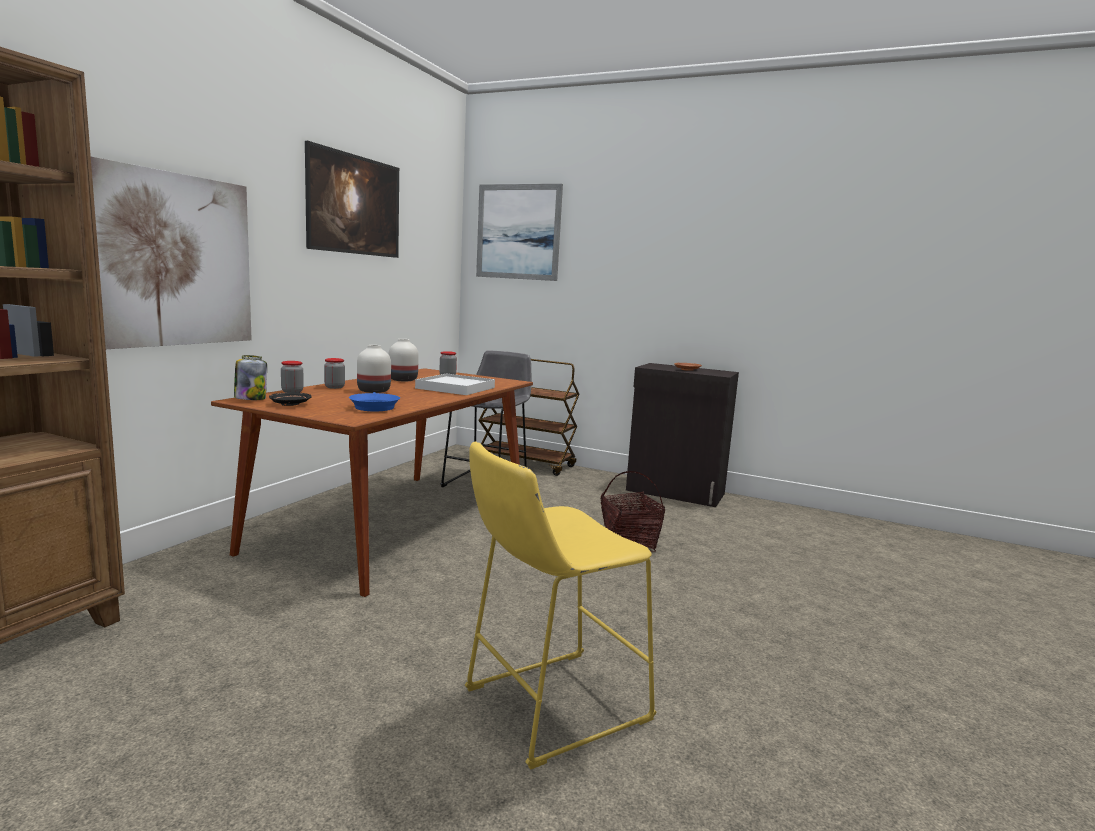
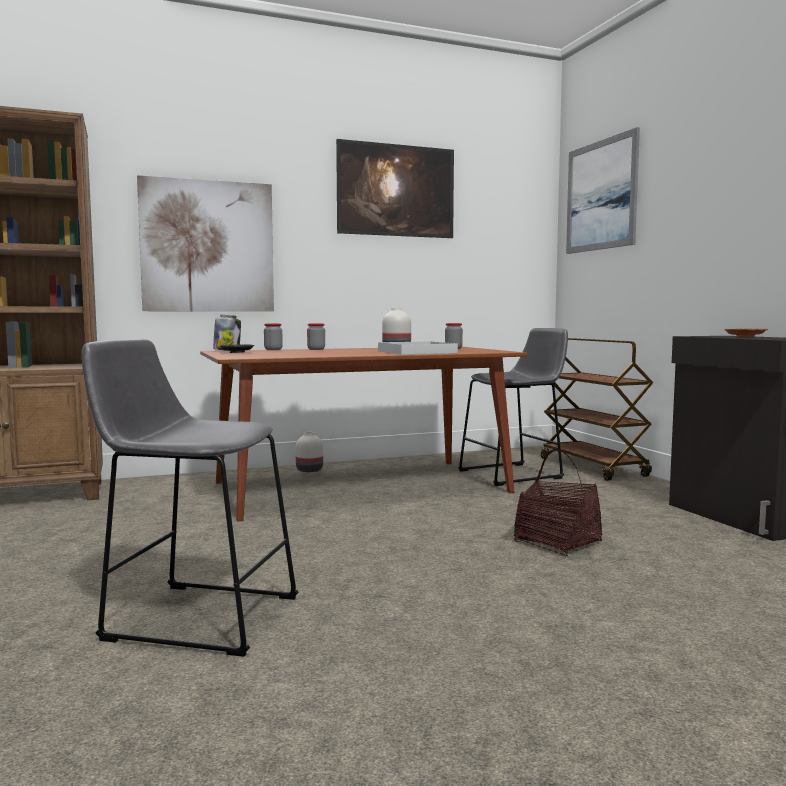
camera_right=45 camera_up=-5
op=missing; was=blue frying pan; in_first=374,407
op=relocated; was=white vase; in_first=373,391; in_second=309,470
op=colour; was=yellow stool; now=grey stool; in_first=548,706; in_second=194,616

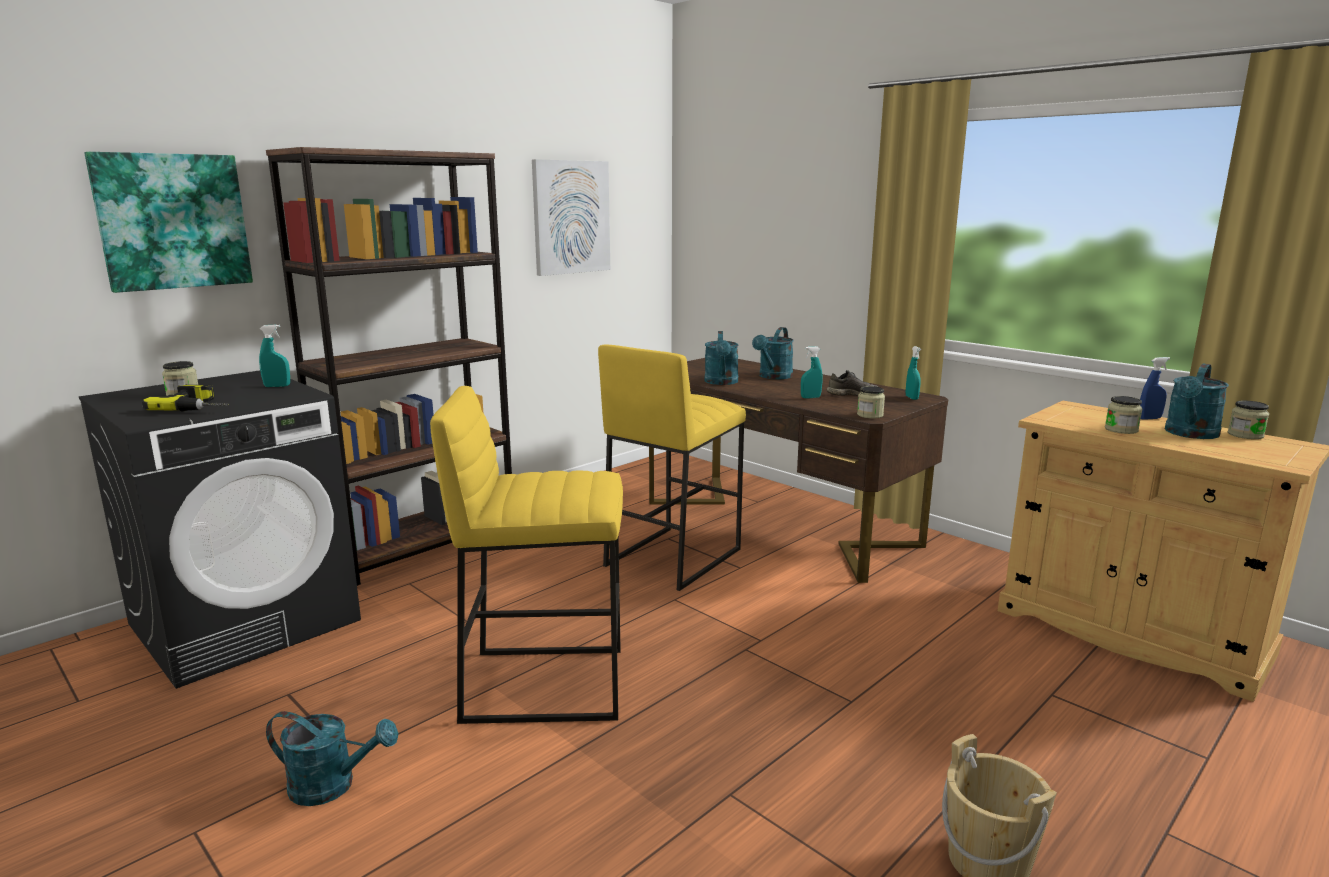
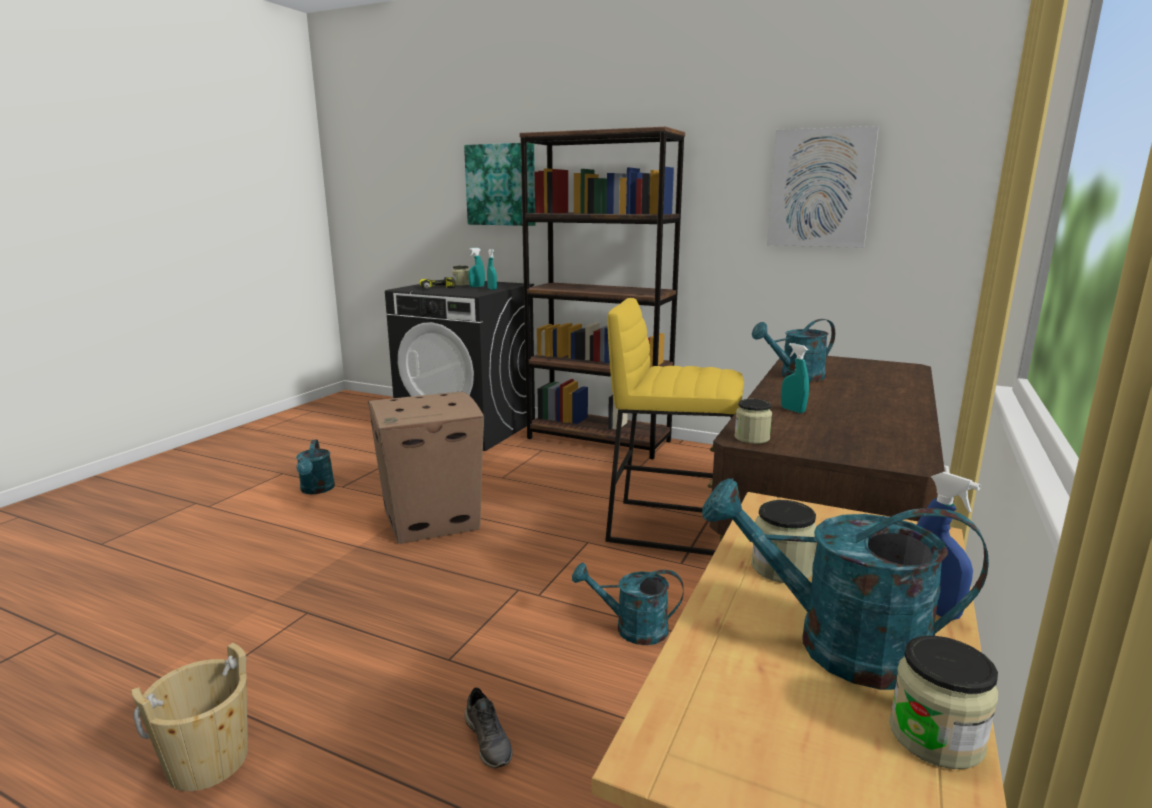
camera_right=70 camera_up=0
op=relocated; was=turquoise watering can; in_first=773,377; in_second=631,629
op=relocated; was=grey shoe; in_first=852,394; in_second=489,740
op=relocated; was=turquoise spray bottle; in_first=911,398; in_second=477,287
op=exchanged; was=yellow stool; now=cardboard box; in_first=545,683; in_second=432,519

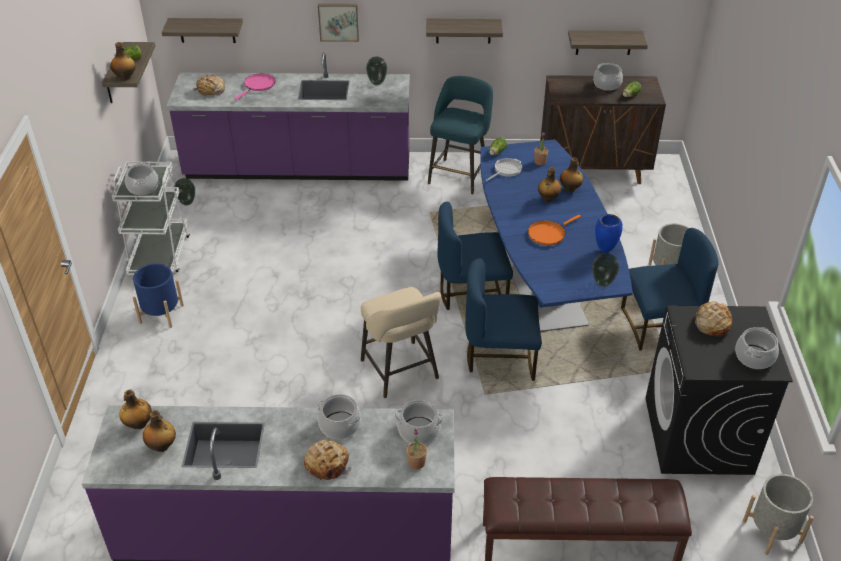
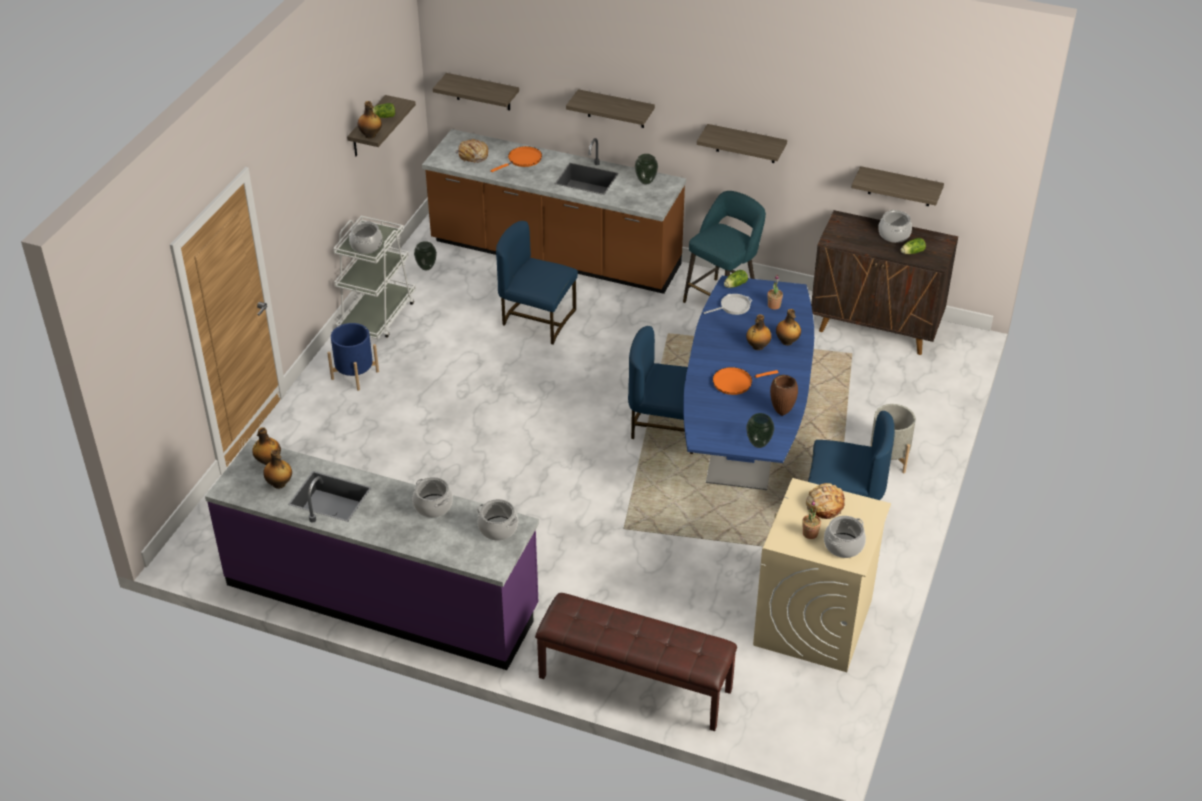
camera_right=20 camera_up=0
op=missing; was=bread; in_first=327,464
op=missing; was=beige stool; in_first=401,372
op=missing; was=grey planter; in_first=772,531
op=relocated; was=potted plant; in_first=416,462; in_second=810,533
op=relocated; was=blue chair; in_first=500,357; in_second=537,320
op=exchanged; was=picture; now=shelf; in_first=338,21; in_second=616,109
op=colour; was=purple counter; now=brown counter; in_first=298,169; in_second=555,256
op=colour; was=pink frying pan; now=orange frying pan; in_first=258,85; in_second=523,160
op=colour; was=blue vase; now=brown vase; in_first=604,251; in_second=781,413
op=colour; was=black washing machine; now=beige washing machine; in_first=698,436; in_second=813,623

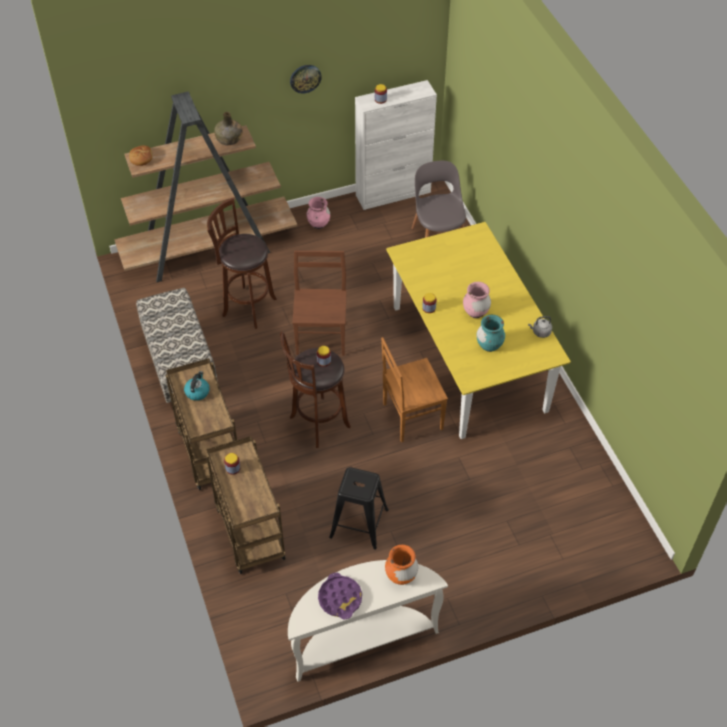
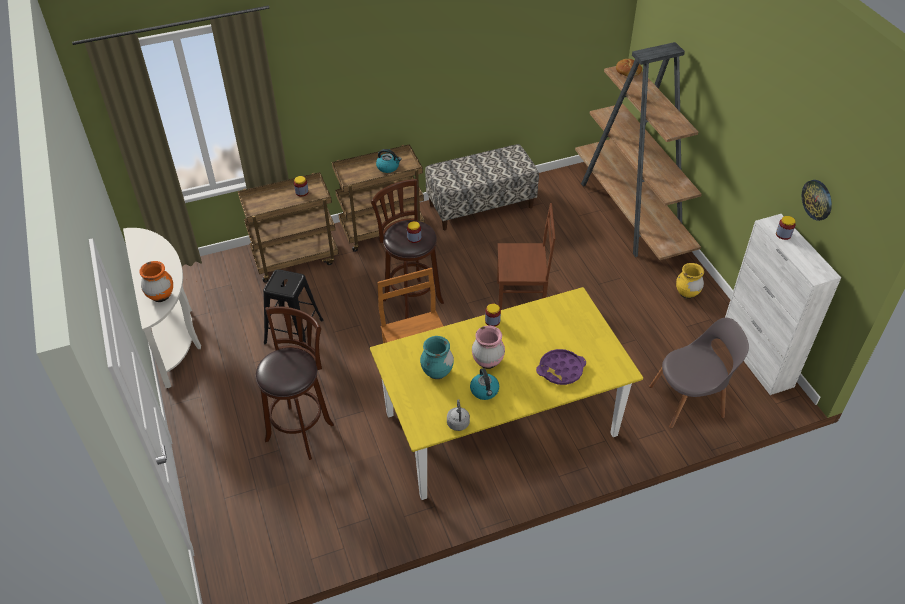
camera_right=90 camera_up=-5
op=missing; was=green bottle; in_first=229,139
op=appeared; now=kettle; in_second=484,391
op=relocated; was=brown stool; in_first=246,306; in_second=301,429
op=relocated; was=wall clock; in_first=305,78; in_second=817,199
op=relocated; was=purple tray; in_first=340,598; in_second=560,370
op=colour; was=pink vase; now=yellow vase; in_first=318,224; in_second=687,293

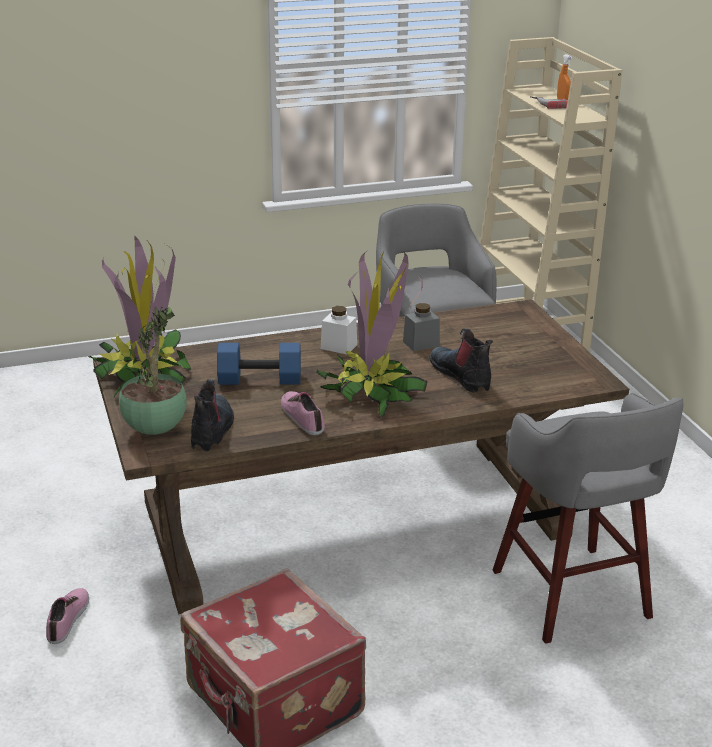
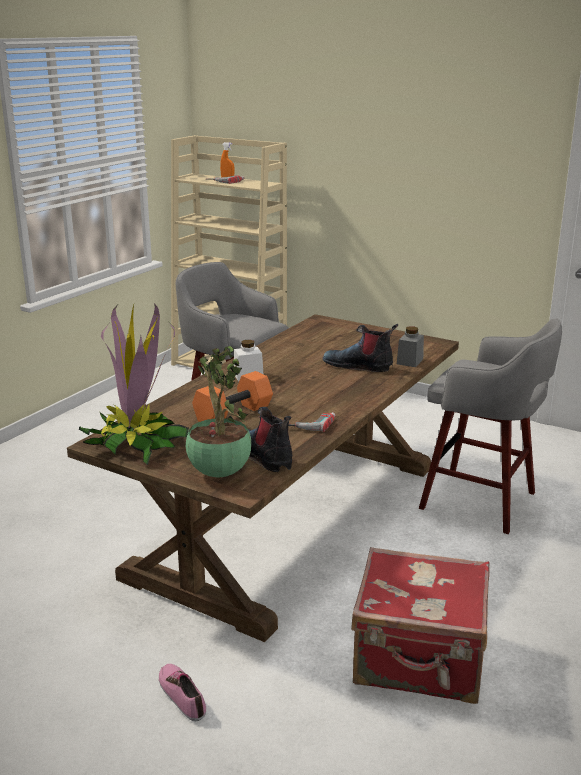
camera_right=-40 camera_up=-5
op=missing; was=potted plant; in_first=371,390
op=relocated; was=grey jar; in_first=421,343; in_second=410,361
op=exchanged; was=shoe; now=power drill; in_first=303,417; in_second=309,424
op=colour; was=blue dumbbell; now=orange dumbbell; in_first=260,379; in_second=233,413

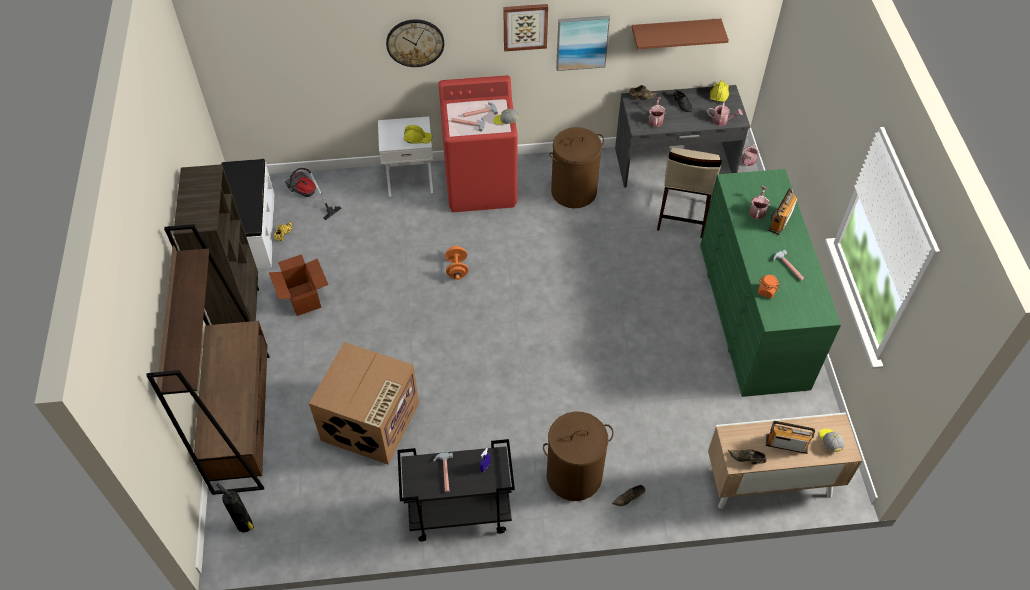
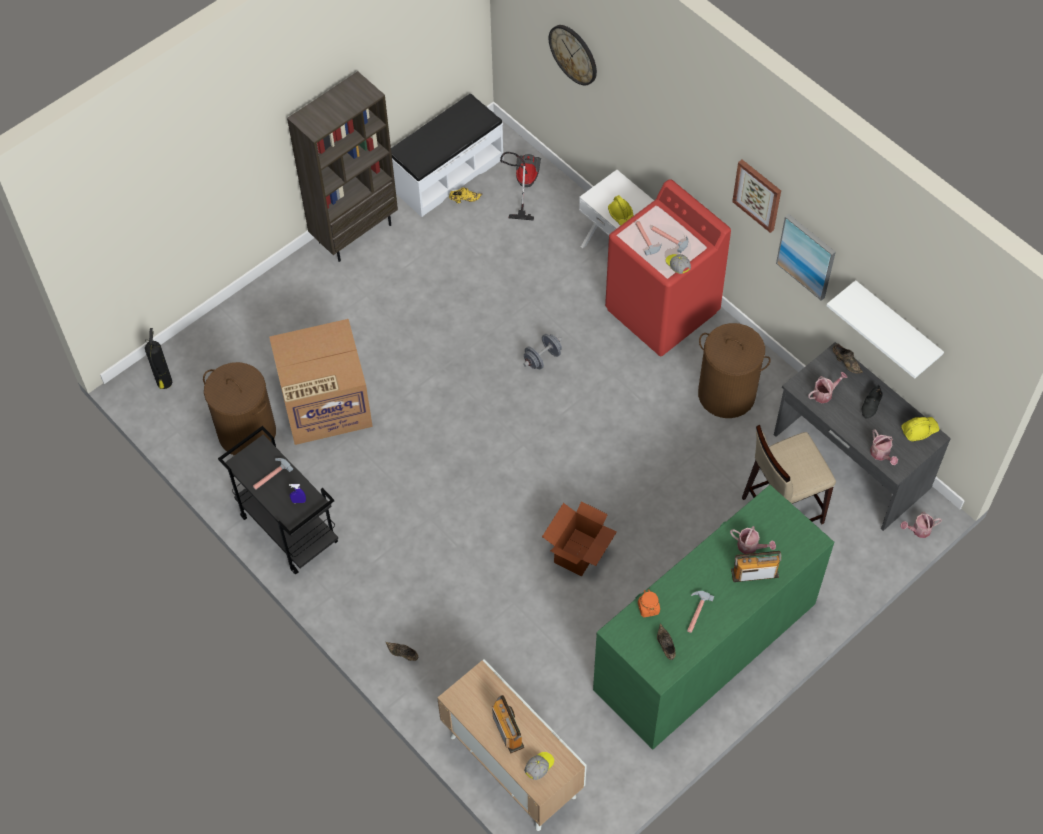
camera_right=55 camera_up=5
op=missing; was=brown bookcase; in_first=242,421
op=relocated; was=cardboard box; in_first=304,298; in_second=579,553
op=relocated; was=wall clock; in_first=415,42; in_second=573,54
op=relocated; was=brown laundry basket; in_first=574,476; in_second=246,433
op=relocated; was=brown shoe; in_first=747,459; in_second=665,646
op=colour; was=orange dumbbell; now=grey dumbbell; in_first=457,269; in_second=542,358
op=colour; was=brown shelf; now=white shelf; in_first=674,32; in_second=896,325
op=spun; was=watering can; in_first=757,210; in_second=750,546; clockwise=45

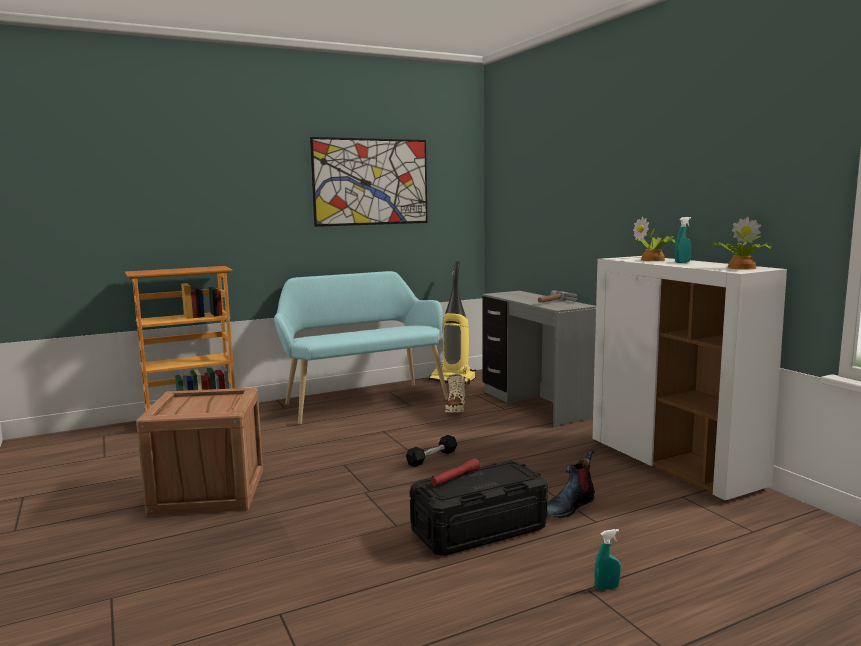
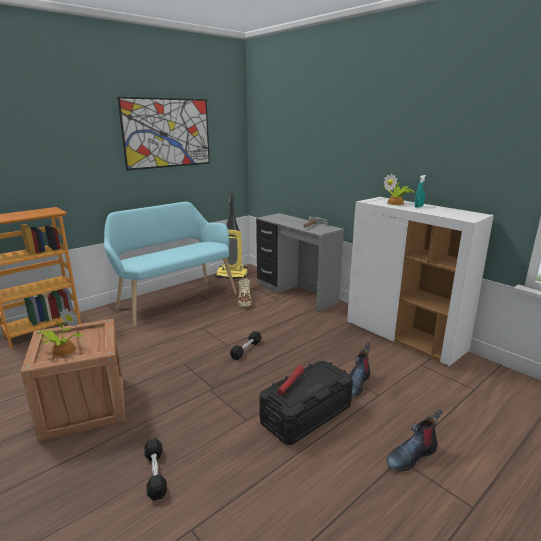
camera_right=-15 camera_up=10
op=appeared; now=black dumbbell; in_second=155,474
op=relocated; was=potted plant; in_first=740,268; in_second=62,351
op=exchanged; was=turquoise spray bottle; now=boot; in_first=607,588; in_second=411,455

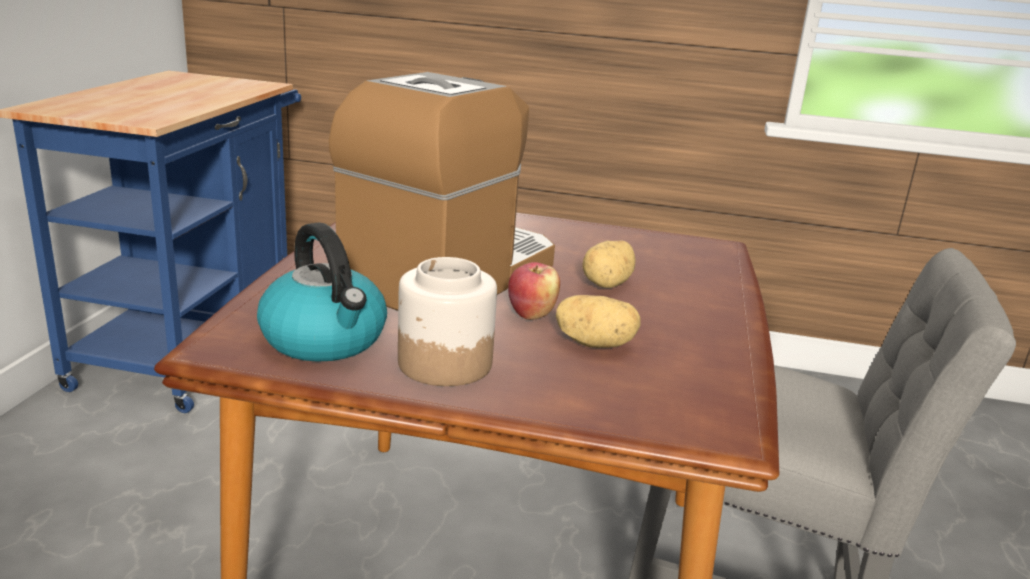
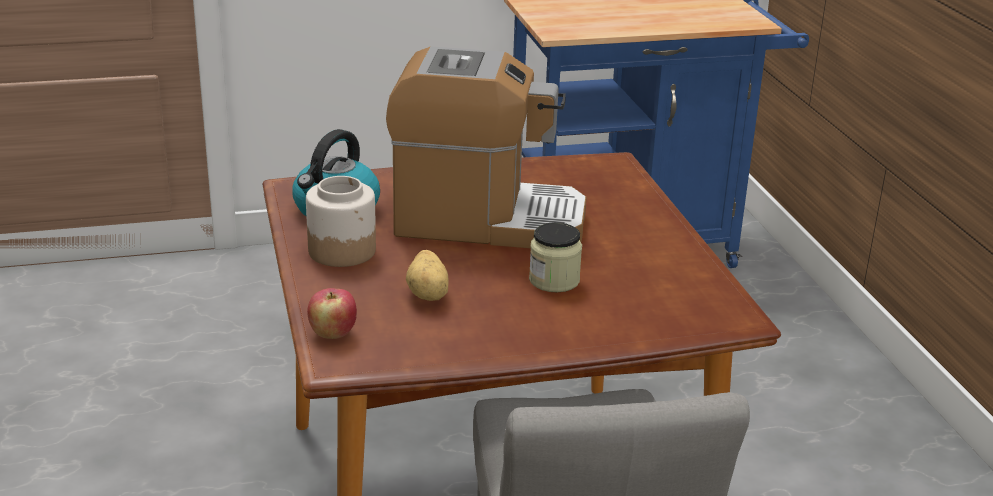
camera_right=65 camera_up=5
op=relocated; was=apple; in_first=531,314; in_second=332,334
op=exchanged; was=potato; now=jar; in_first=609,284; in_second=554,280

